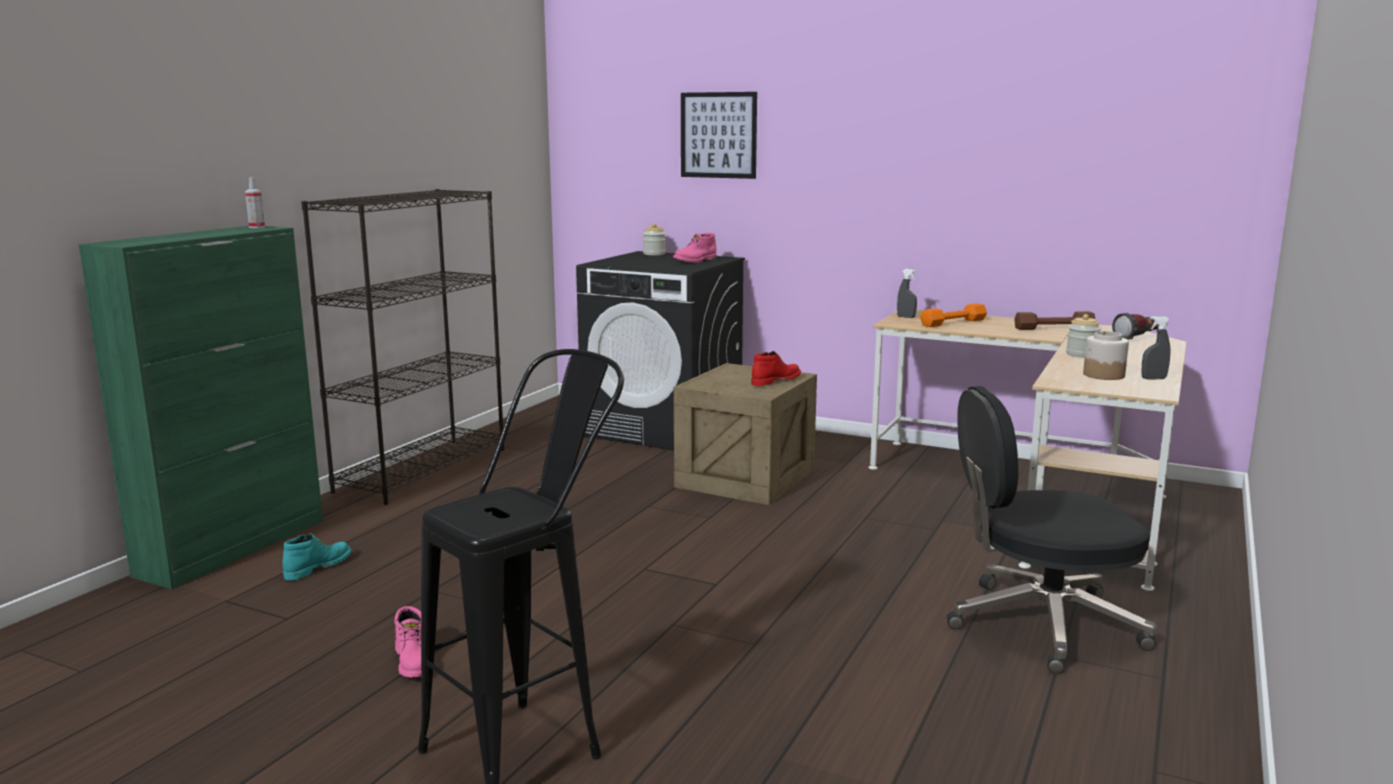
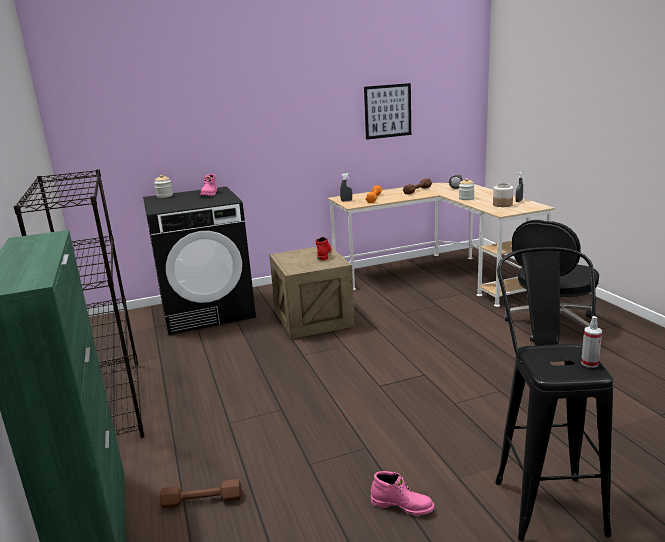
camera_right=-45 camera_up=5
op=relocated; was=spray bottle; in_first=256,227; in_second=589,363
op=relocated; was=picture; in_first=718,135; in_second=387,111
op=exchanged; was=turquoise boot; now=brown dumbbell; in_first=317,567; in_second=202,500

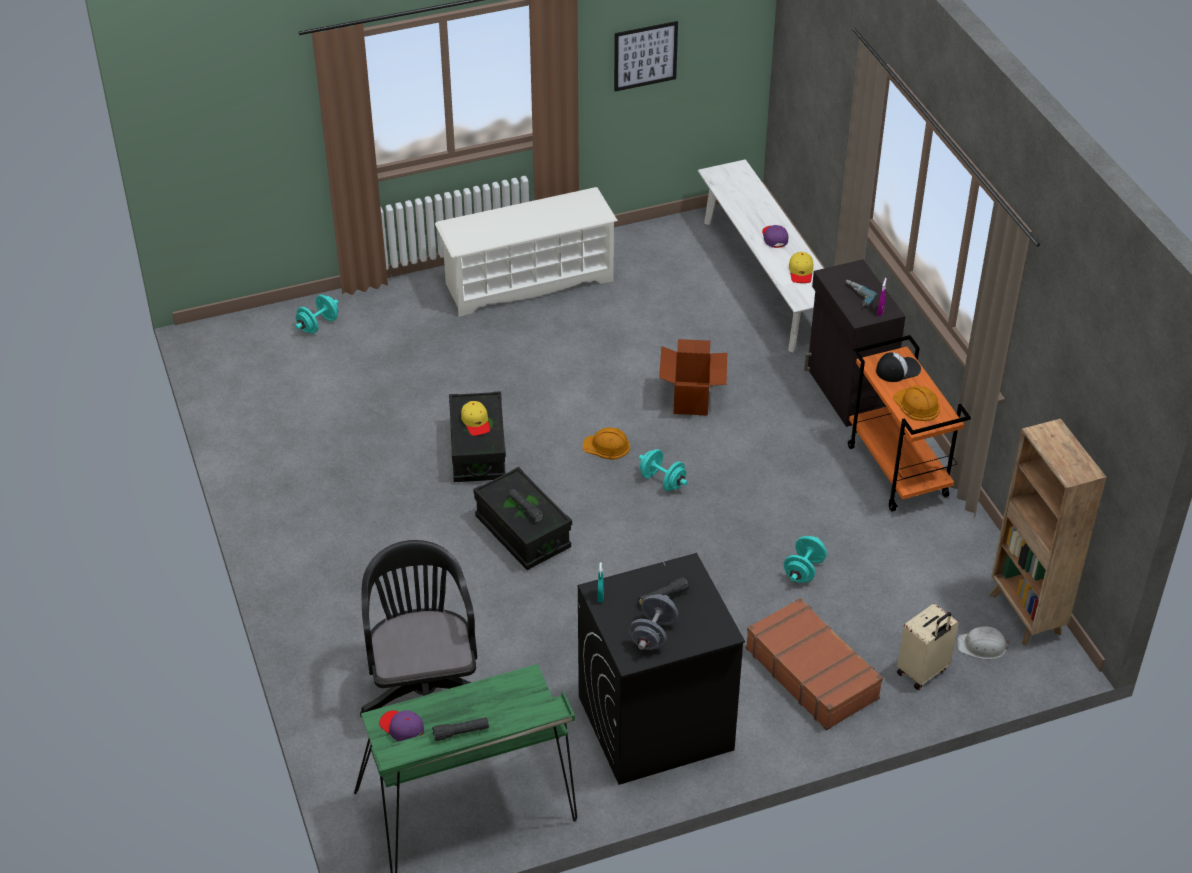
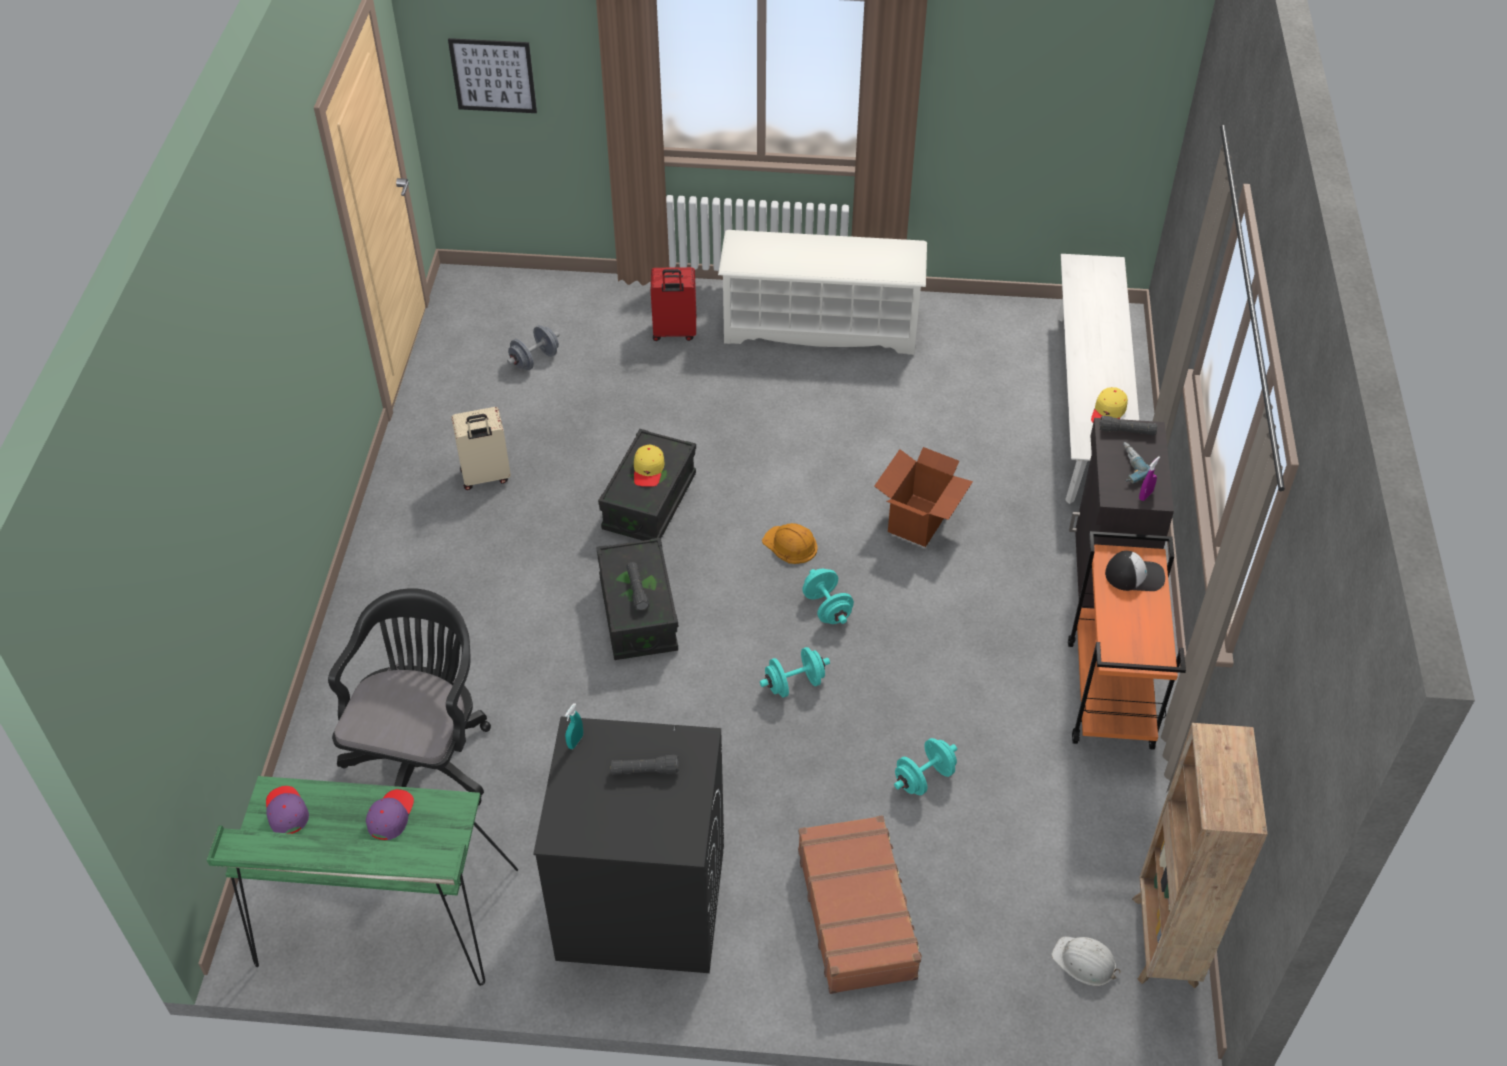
camera_right=25 camera_up=5
op=missing; was=orange hard hat; in_first=916,405
op=appeared; now=red suitcase; in_second=674,333
op=relocated; was=turquoise dumbbell; in_first=318,325; in_second=794,684
op=relocated; was=black flashlight; in_first=461,732; in_second=1127,431
op=relocated; was=picture; in_first=645,56; in_second=493,75
op=relocated; was=grey dumbbell; in_first=653,634; in_second=535,360
op=relocated; was=purple cap; in_first=774,238; in_second=390,816
op=relocated; was=beige suitcase; in_first=923,672; in_second=485,477

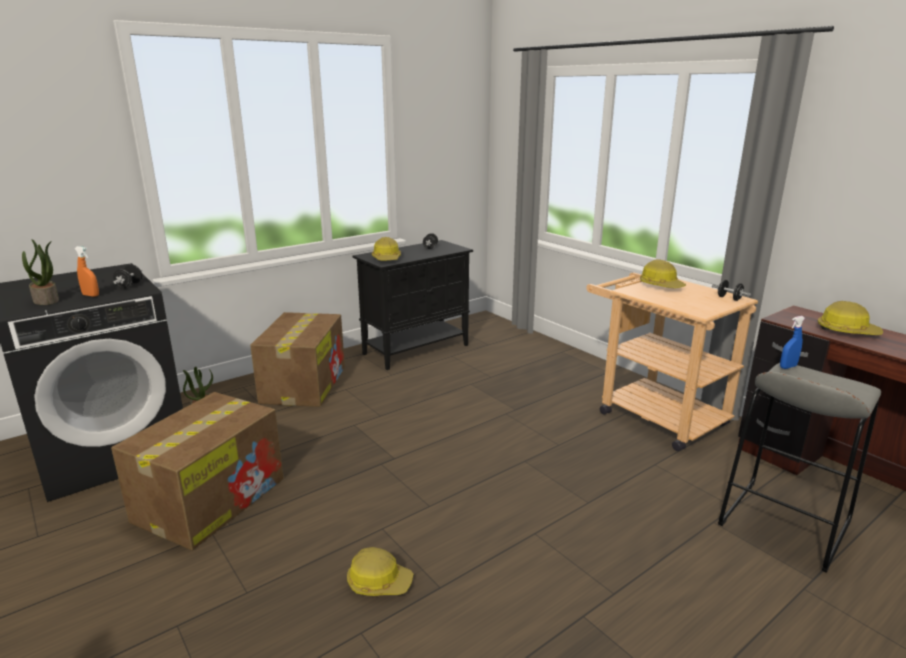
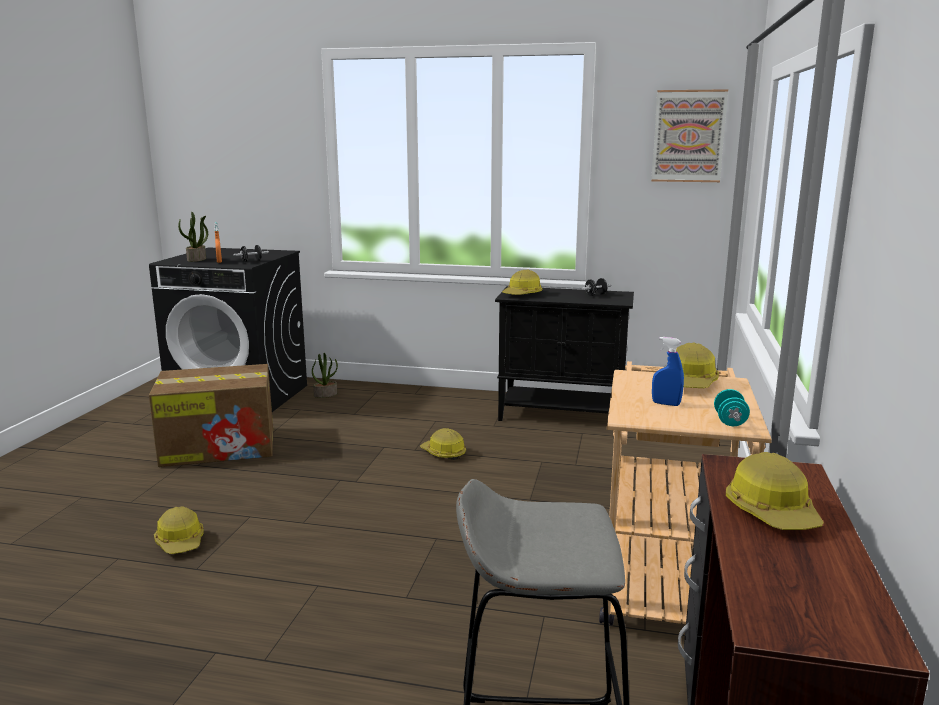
camera_right=50 camera_up=-5
op=missing; was=cardboard box; in_first=304,384
op=appeared; now=hard hat; in_second=443,453
op=appeared; now=picture; in_second=688,136
op=relocated; was=blue spray bottle; in_first=788,367; in_second=666,404
op=colour; was=black dumbbell; now=turquoise dumbbell; in_first=729,298; in_second=730,421

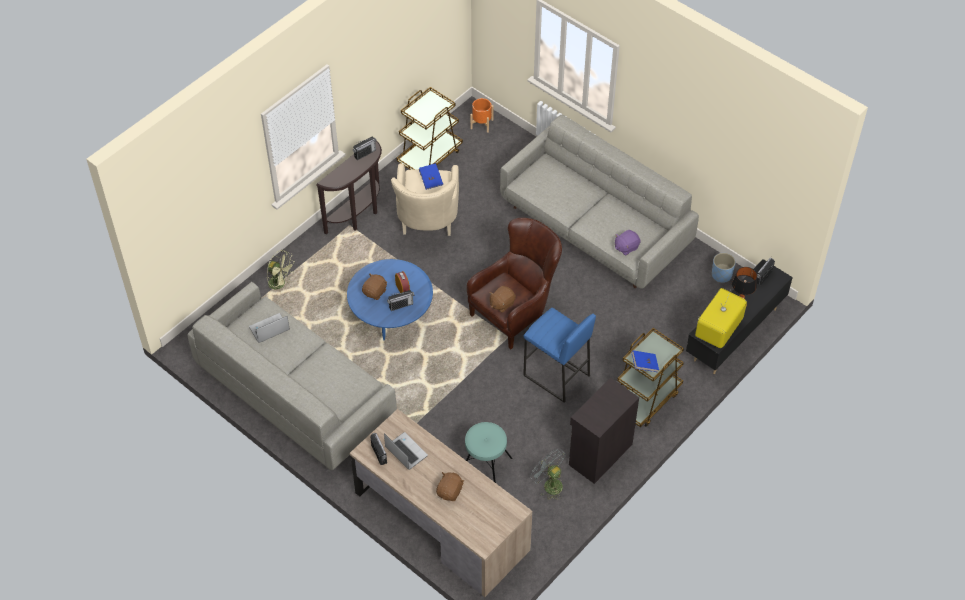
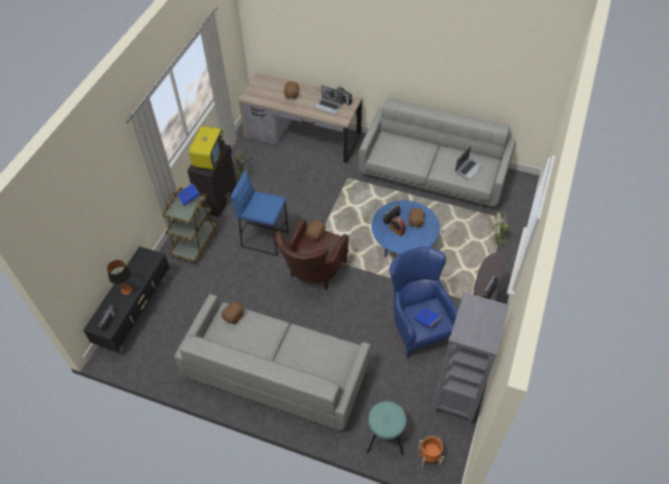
camera_right=160 camera_up=0
op=missing; was=blue planter; in_first=721,275
op=relocated; was=turquoise stool; in_first=485,466; in_second=385,436
op=relocated; was=television; in_first=718,331; in_second=209,158
op=exchanged; was=brown cart; now=grey bookcase; in_first=430,156; in_second=456,398
op=colour; was=beige armchair; now=blue armchair; in_first=427,225; in_second=419,326
op=colour; was=purple plush toy; now=brown plush toy; in_first=626,247; in_second=234,316

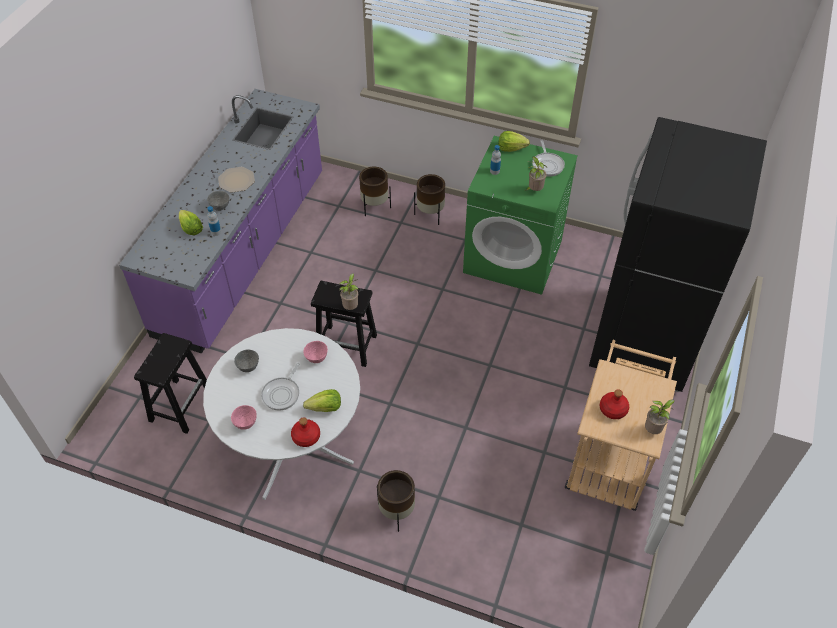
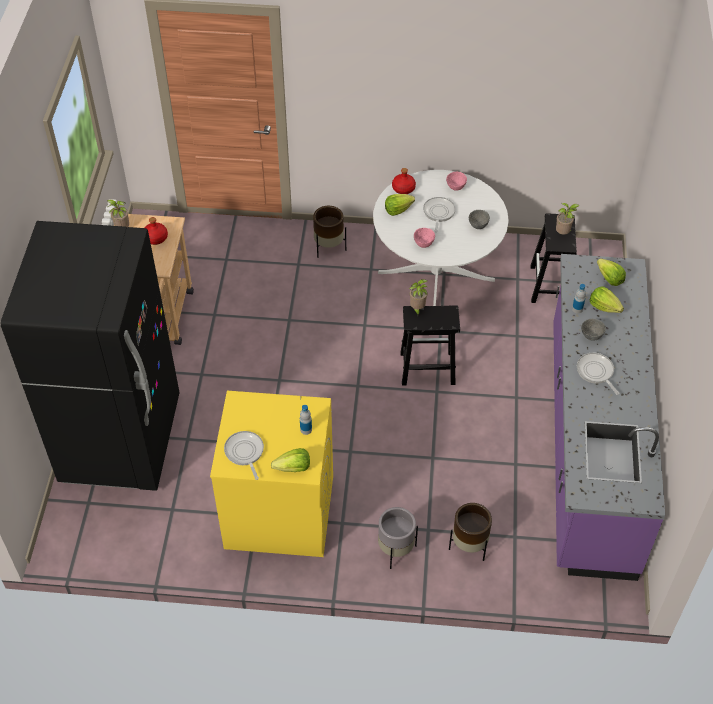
camera_right=165 camera_up=0
op=appeared; now=lettuce; in_second=609,278
op=relocated; was=potted plant; in_first=534,190; in_second=563,233
op=exchanged; was=plate; now=frying pan; in_first=237,180; in_second=596,372
op=colour; was=brown planter; now=grey planter; in_first=430,215; in_second=395,550
op=colour; was=green washing machine; now=yellow washing machine; in_first=513,256; in_second=278,512

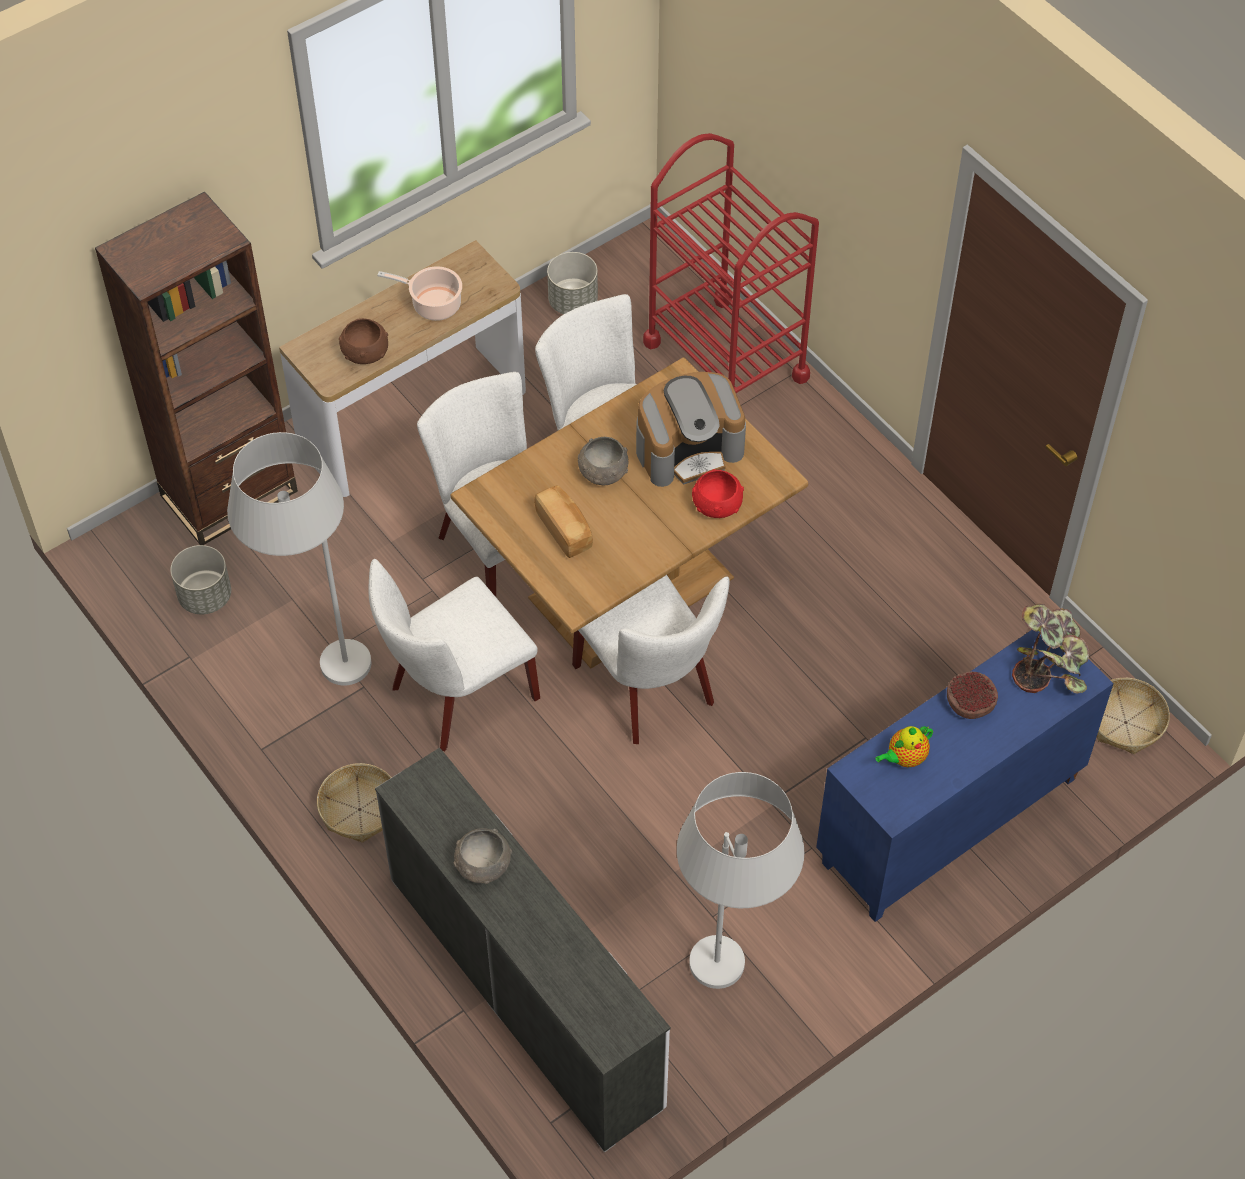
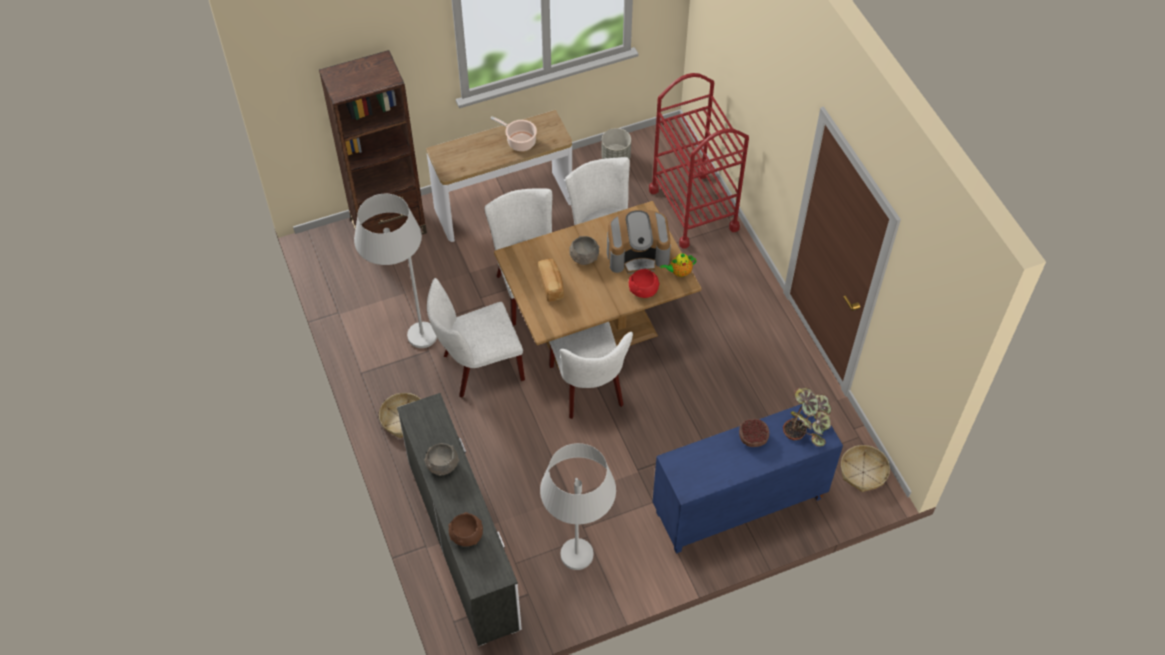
camera_right=15 camera_up=0
op=missing; was=grey planter; in_first=205,596
op=relocated; was=brown bowl; in_first=365,353; in_second=466,535
op=relocated; was=teapot; in_first=904,758; in_second=679,272

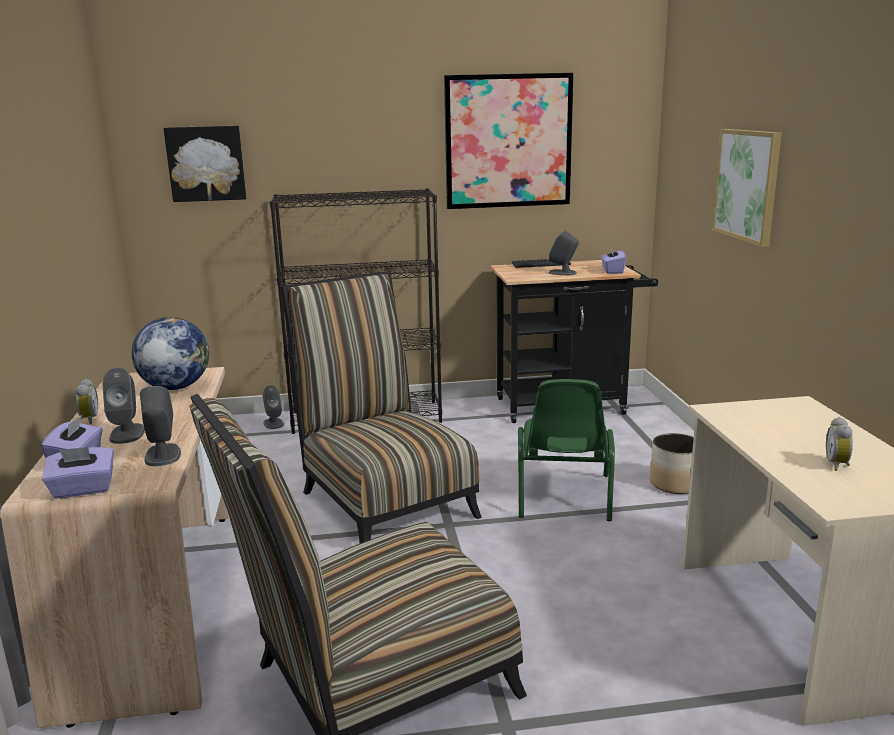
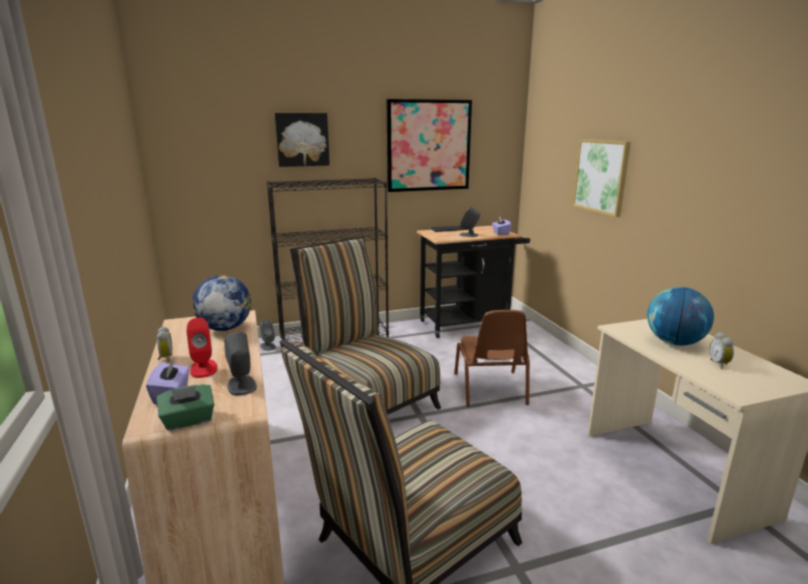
camera_right=-10 camera_up=0
op=missing; was=planter; in_first=675,484
op=appeared; now=globe; in_second=674,343
op=relocated; was=picture; in_first=206,163; in_second=302,139
op=colour; was=purple tissue box; now=green tissue box; in_first=83,489; in_second=188,420
op=colour; was=grey speaker; now=red speaker; in_first=127,433; in_second=203,369
op=colour; was=green chair; now=brown chair; in_first=563,497; in_second=490,389

